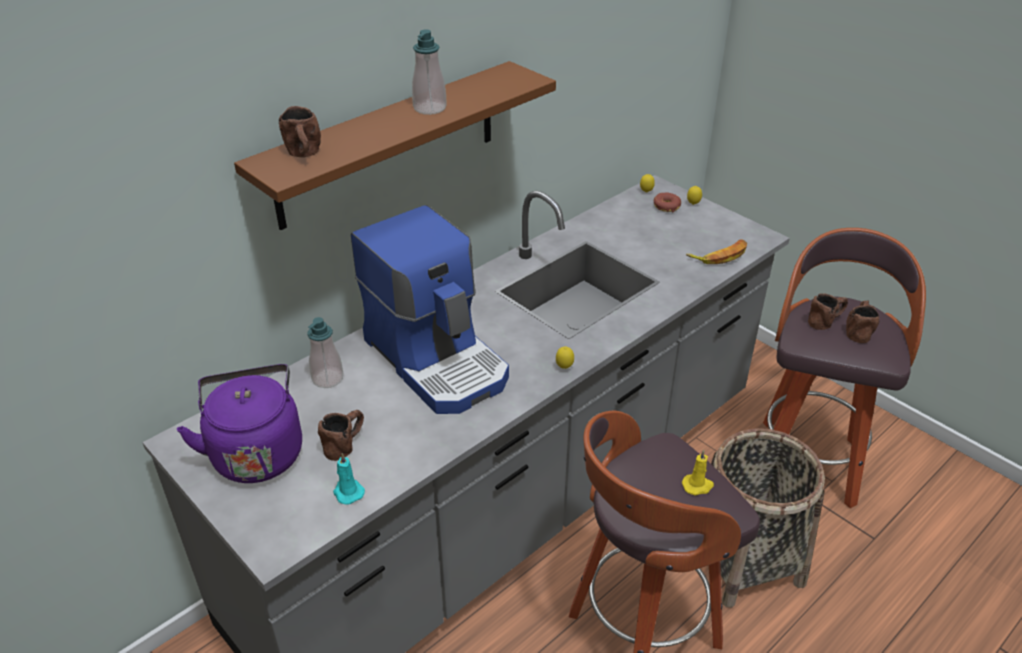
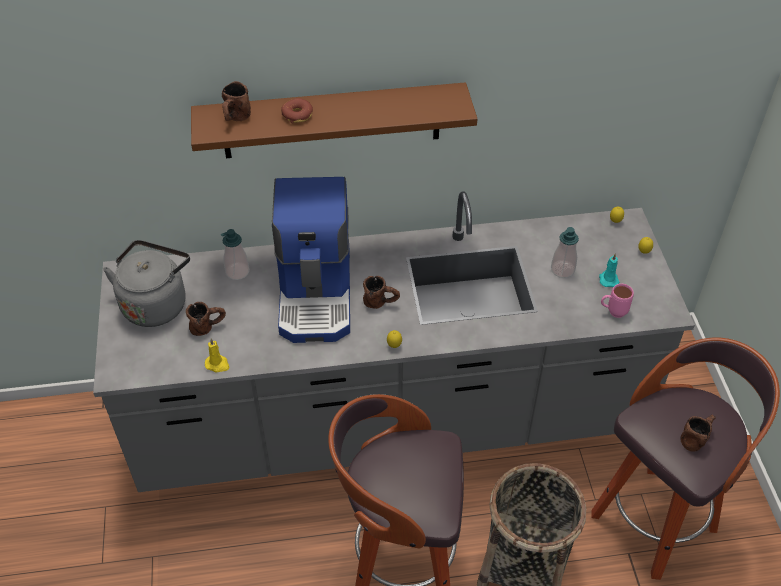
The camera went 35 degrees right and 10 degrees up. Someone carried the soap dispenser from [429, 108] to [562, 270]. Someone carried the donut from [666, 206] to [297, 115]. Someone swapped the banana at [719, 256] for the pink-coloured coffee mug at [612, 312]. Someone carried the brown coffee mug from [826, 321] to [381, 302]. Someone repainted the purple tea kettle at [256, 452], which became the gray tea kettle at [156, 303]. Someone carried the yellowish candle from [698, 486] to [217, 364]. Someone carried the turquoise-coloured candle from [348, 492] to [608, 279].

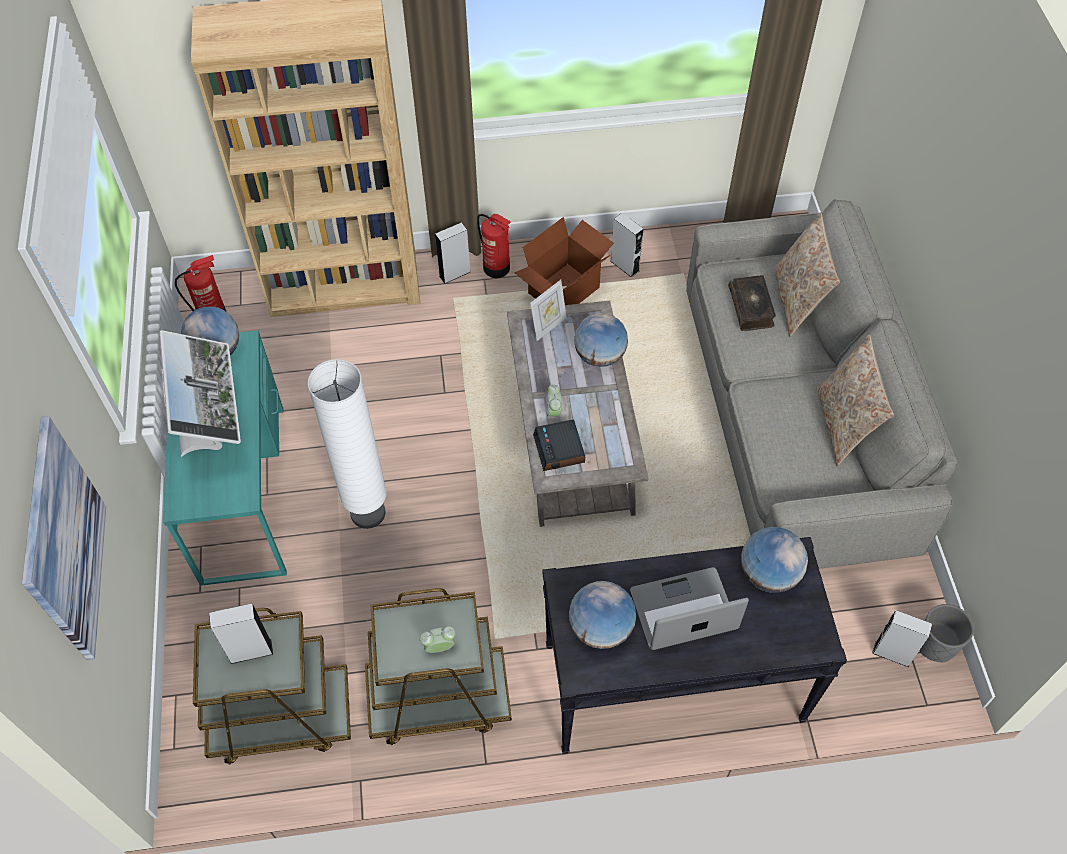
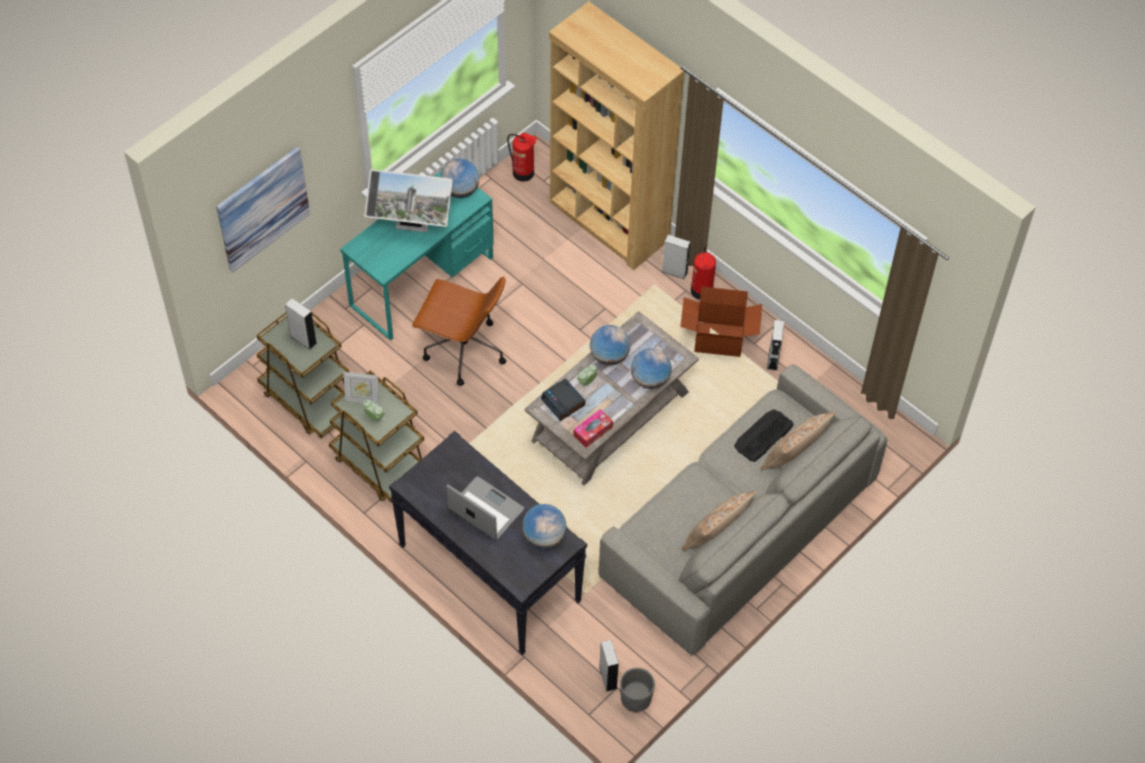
The camera went 50 degrees right and 0 degrees up. Someone swapped the bound book at [751, 308] for the PC keyboard at [763, 436]. Someone carried the standing frame from [548, 326] to [362, 399]. Someone rotated the computer display at [215, 430] by 60 degrees clockwise. Someone swapped the white-coloured standing lamp at [368, 513] for the brown computer chair at [463, 350]. Someone rotated the alarm clock at [559, 449] by 75 degrees counterclockwise. Someone carried the globe from [600, 628] to [609, 356]. Someone put down the box of tissues at [593, 431].

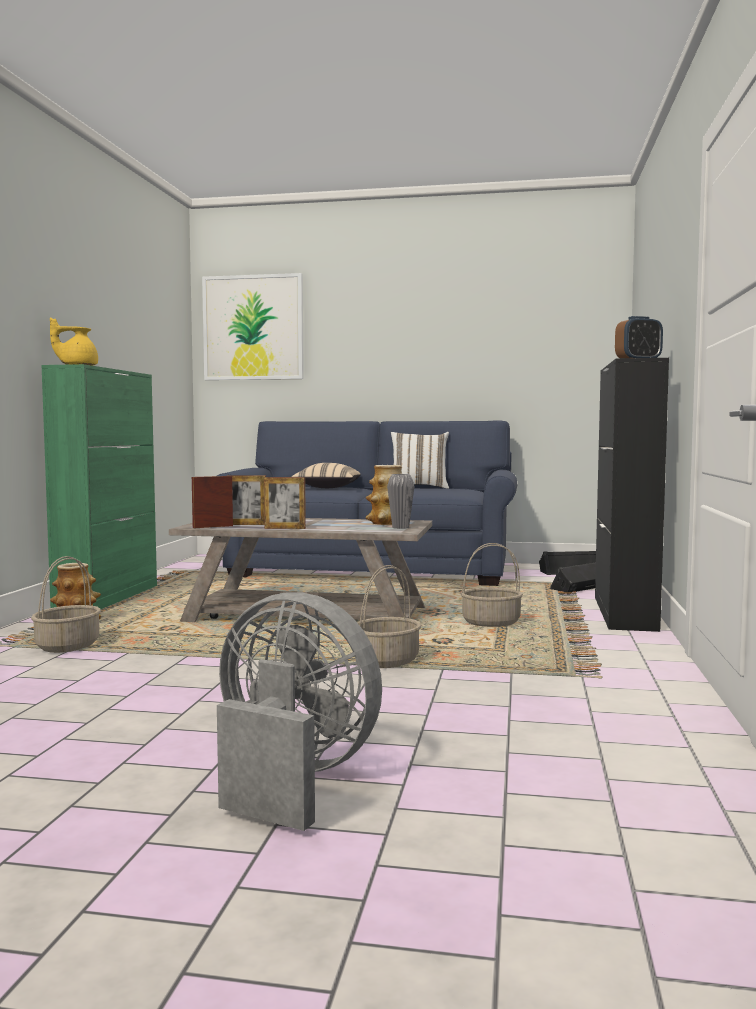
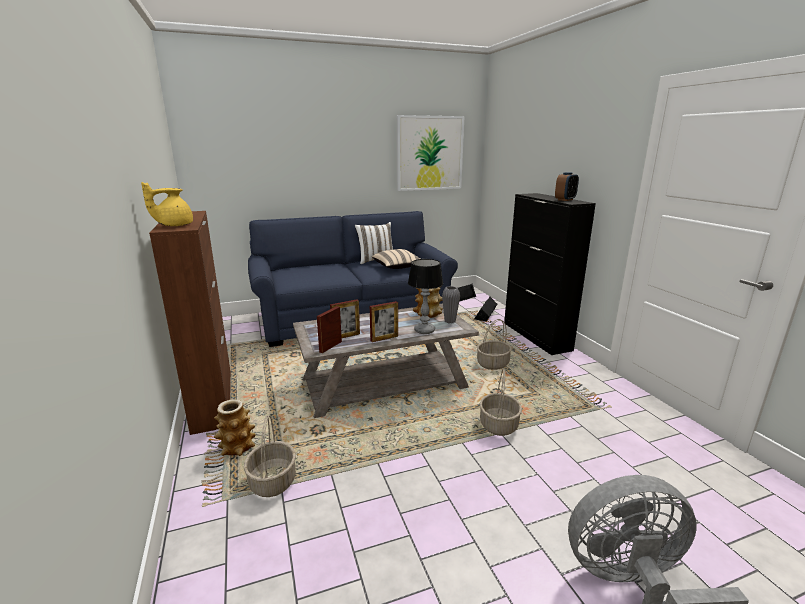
The camera went 30 degrees left and 15 degrees up. Someone carried the wall picture from [253, 328] to [429, 153]. Someone repainted the greenish cabinet at [108, 598], which became the brown cabinet at [213, 399]. Someone carried the sand-coloured pillow from [327, 488] to [397, 267]. Someone put down the tabletop lamp at [425, 330].

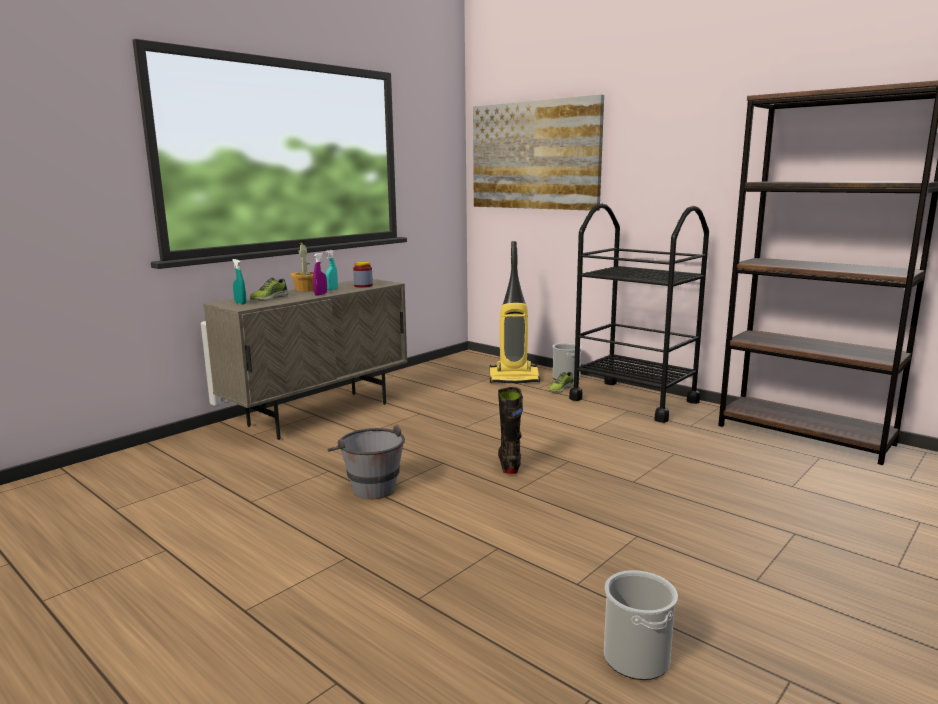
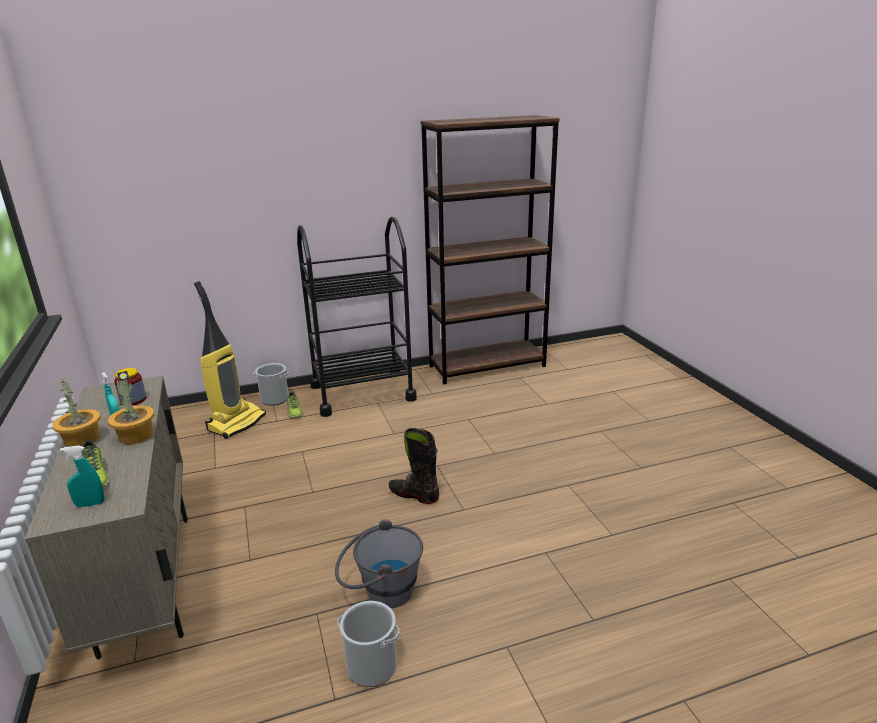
The camera went 60 degrees left and 10 degrees up. Someone took away the wall picture at [534, 155]. Someone swapped the purple sprayer at [320, 294] for the plant in a pot at [136, 435]. Someone carried the water bucket from [636, 658] to [372, 666].

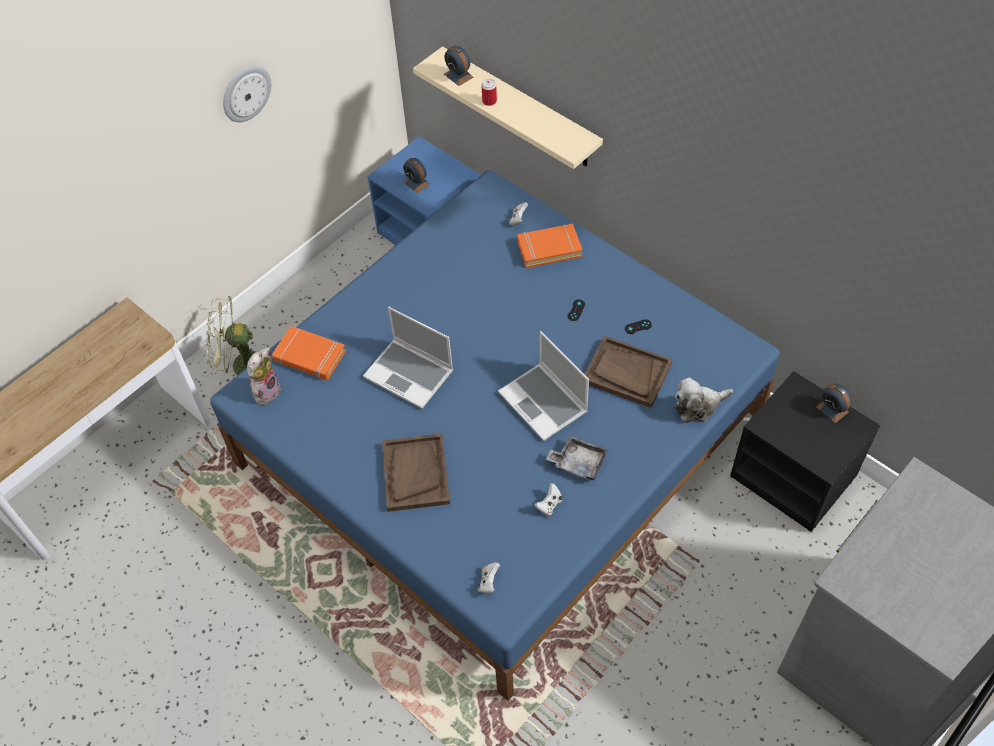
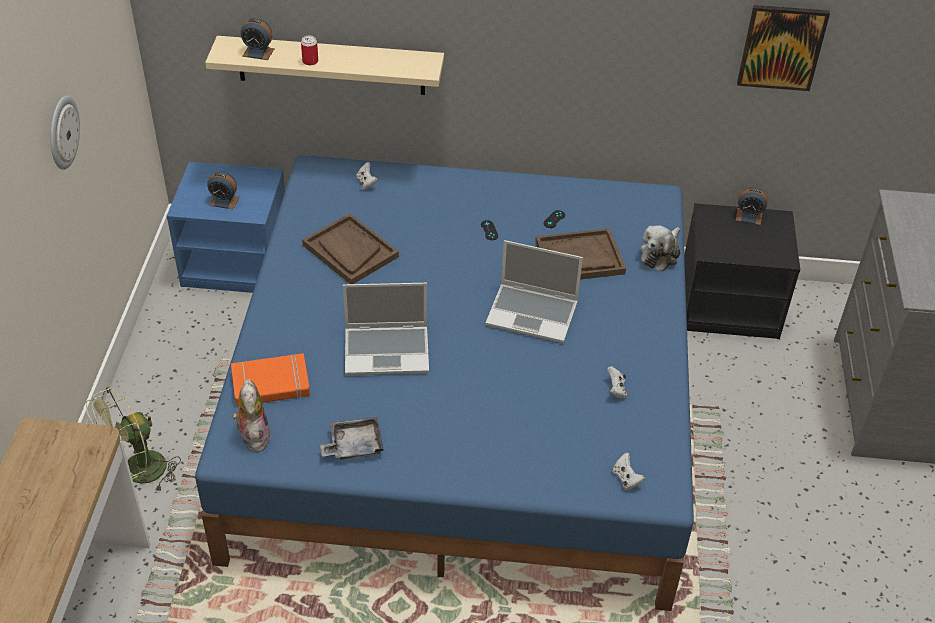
The camera went 40 degrees left and 10 degrees down. Someone took away the orange-coloured bound book at [549, 248]. Someone carried the brown tray from [415, 473] to [350, 251]. Someone carried the gray tray from [578, 462] to [354, 445]. Someone put up the wall picture at [781, 47].

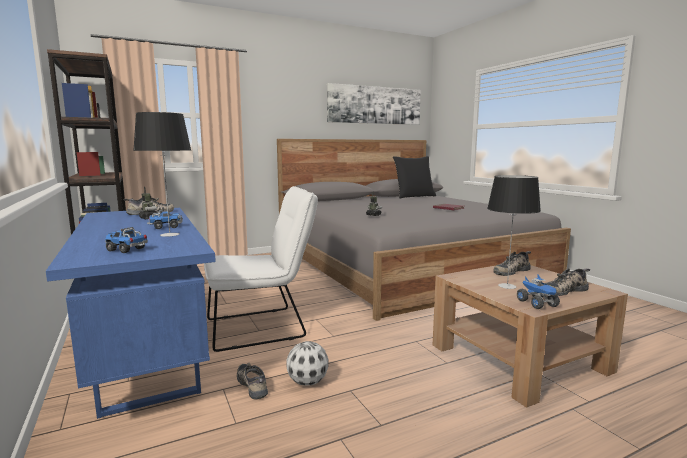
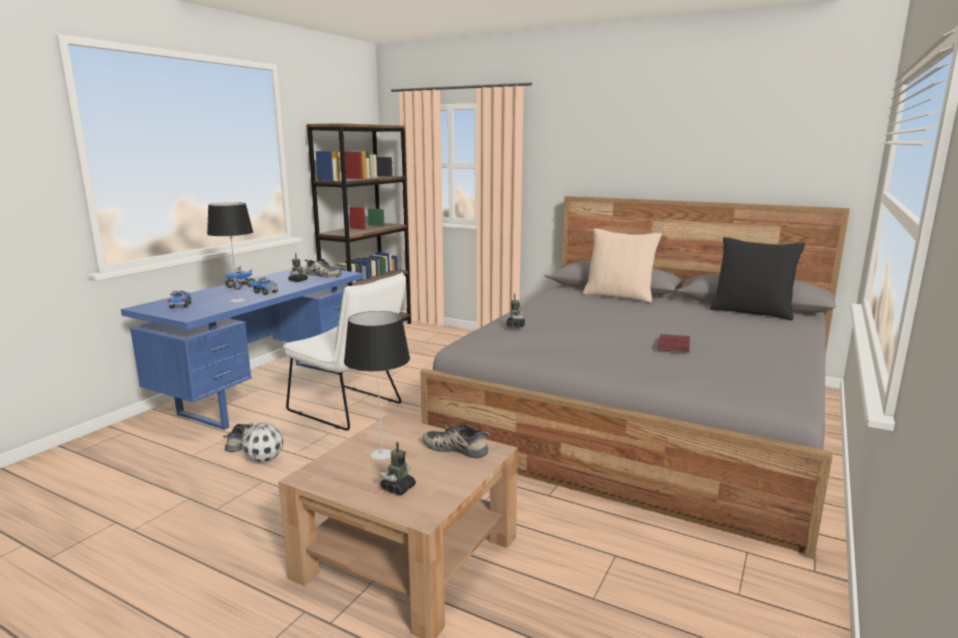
The camera went 55 degrees right and 5 degrees up. Someone took away the wall picture at [375, 105]. Someone swapped the low shoe at [563, 290] for the toy robot at [398, 488]. Someone carried the toy truck from [537, 304] to [240, 287]. Someone put down the sand-coloured pillow at [619, 296].

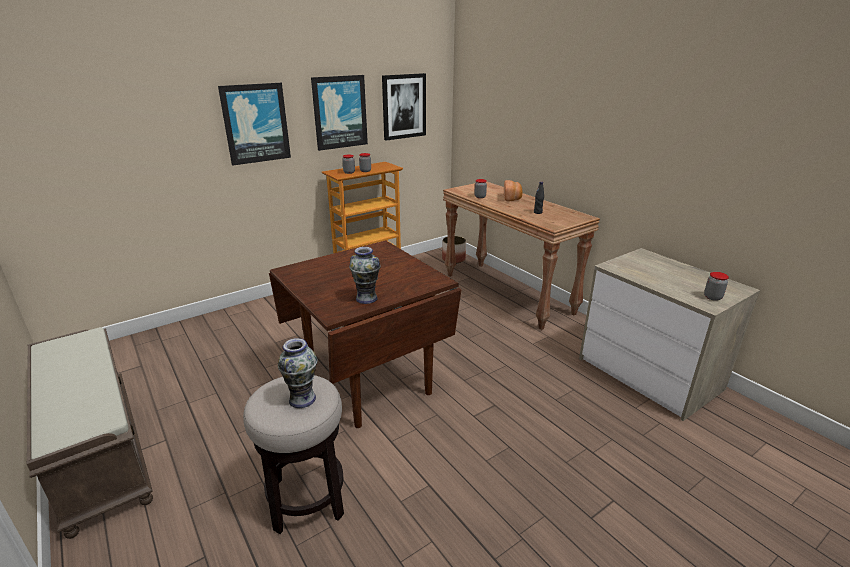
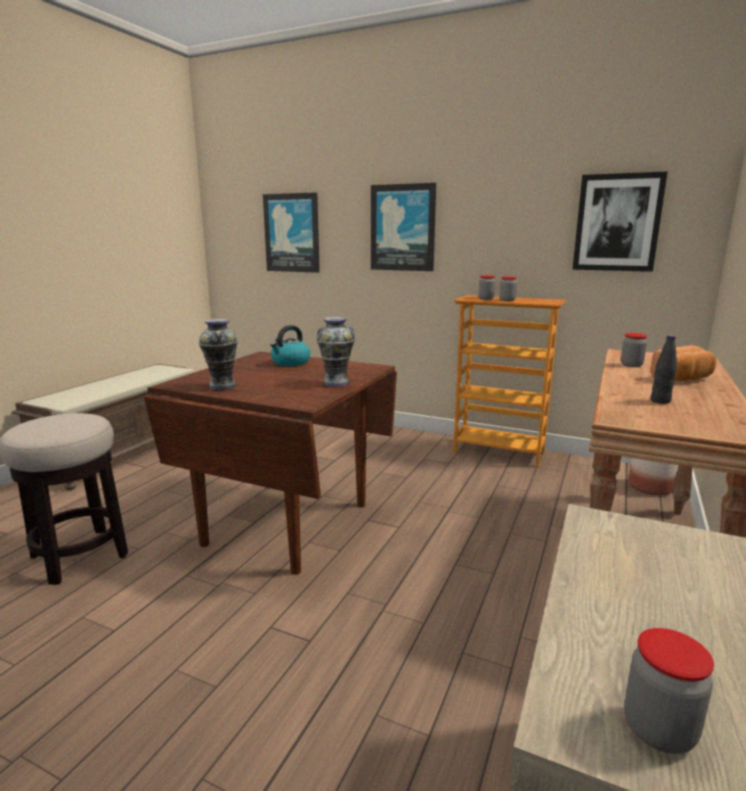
The camera went 60 degrees right and 10 degrees down. Someone carried the wall picture from [340, 112] to [292, 233]. Someone carried the decorative vase from [302, 399] to [336, 383]. Someone put down the tea kettle at [290, 362].

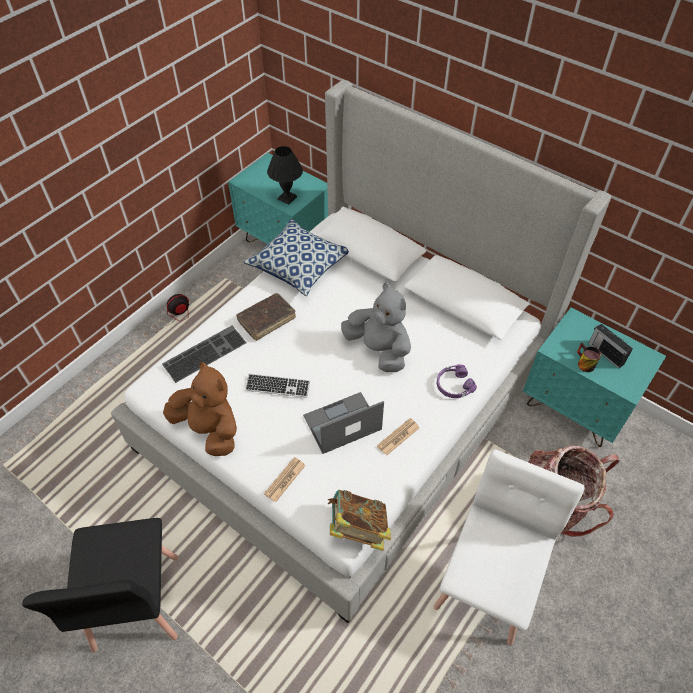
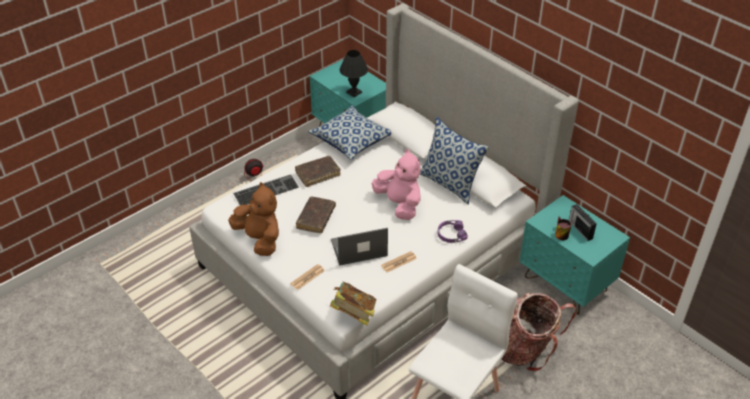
The camera went 10 degrees right and 10 degrees down. Someone repainted the gray plush toy at [379, 349], which became the pink-coloured plush toy at [399, 204]. Someone swapped the PC keyboard at [278, 386] for the brown bound book at [316, 218]. Someone took away the blackish upright chair at [135, 603]. Someone put down the pillow at [450, 184].

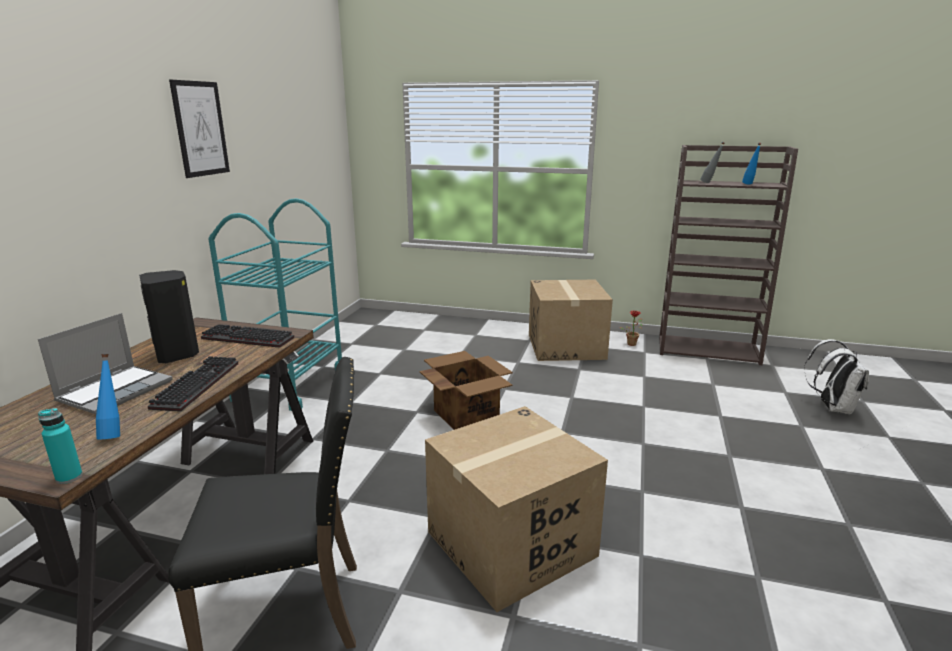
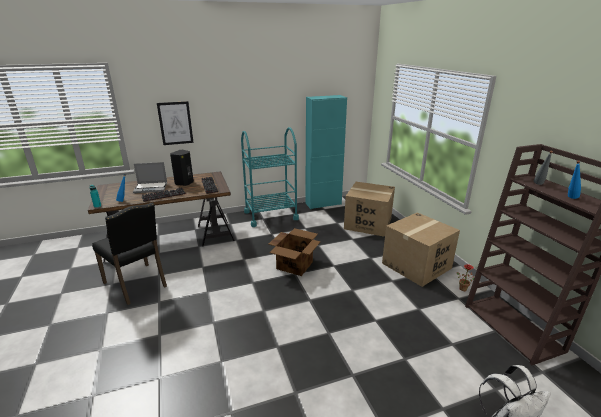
The camera went 55 degrees right and 5 degrees up. Someone carried the wall picture from [200, 129] to [175, 123]. Someone carried the cardboard box from [511, 544] to [367, 223]. Someone put down the turquoise-coloured cabinet at [323, 204].

